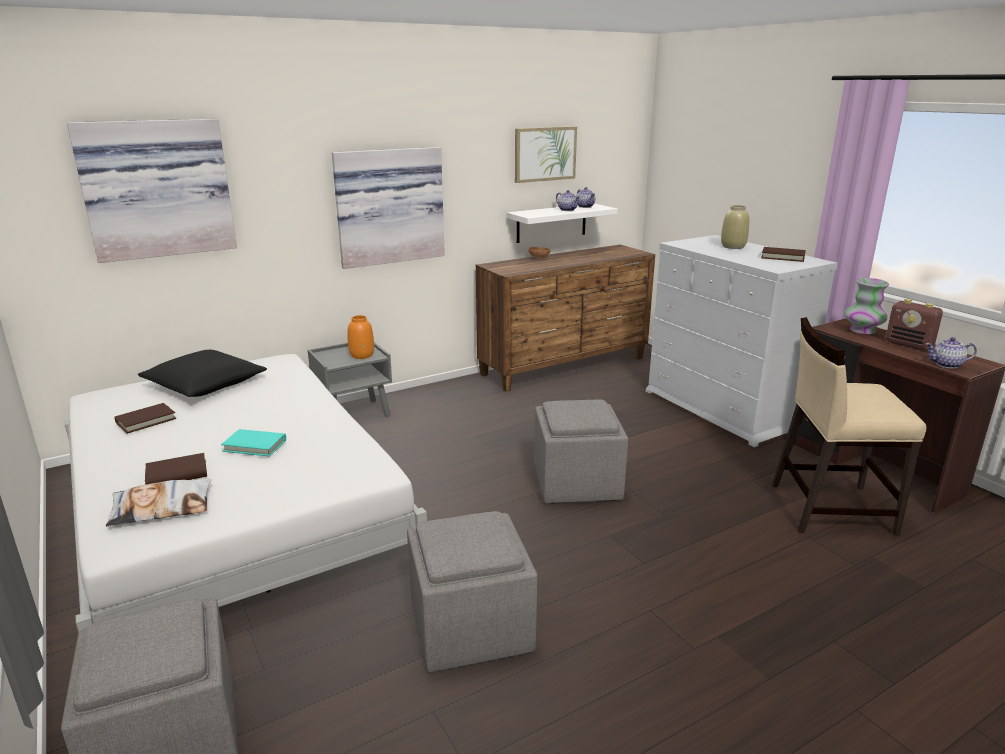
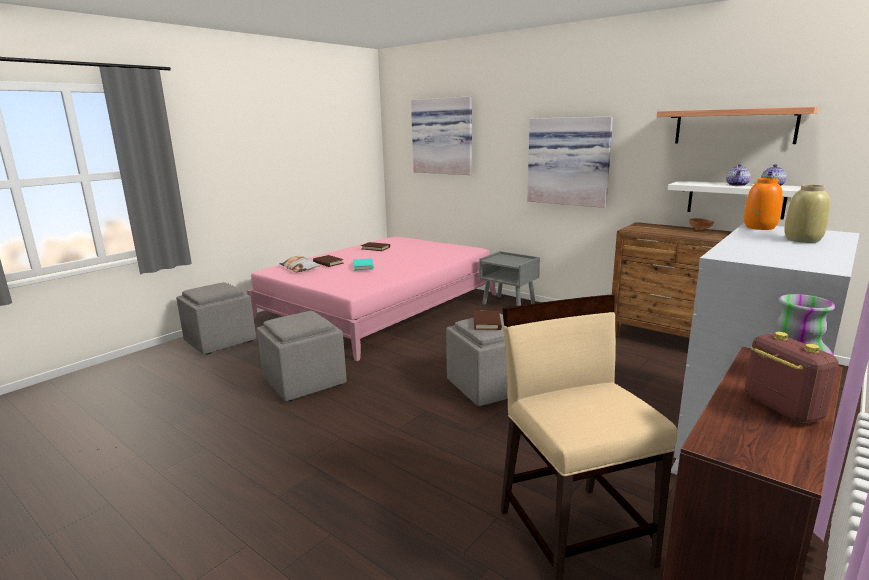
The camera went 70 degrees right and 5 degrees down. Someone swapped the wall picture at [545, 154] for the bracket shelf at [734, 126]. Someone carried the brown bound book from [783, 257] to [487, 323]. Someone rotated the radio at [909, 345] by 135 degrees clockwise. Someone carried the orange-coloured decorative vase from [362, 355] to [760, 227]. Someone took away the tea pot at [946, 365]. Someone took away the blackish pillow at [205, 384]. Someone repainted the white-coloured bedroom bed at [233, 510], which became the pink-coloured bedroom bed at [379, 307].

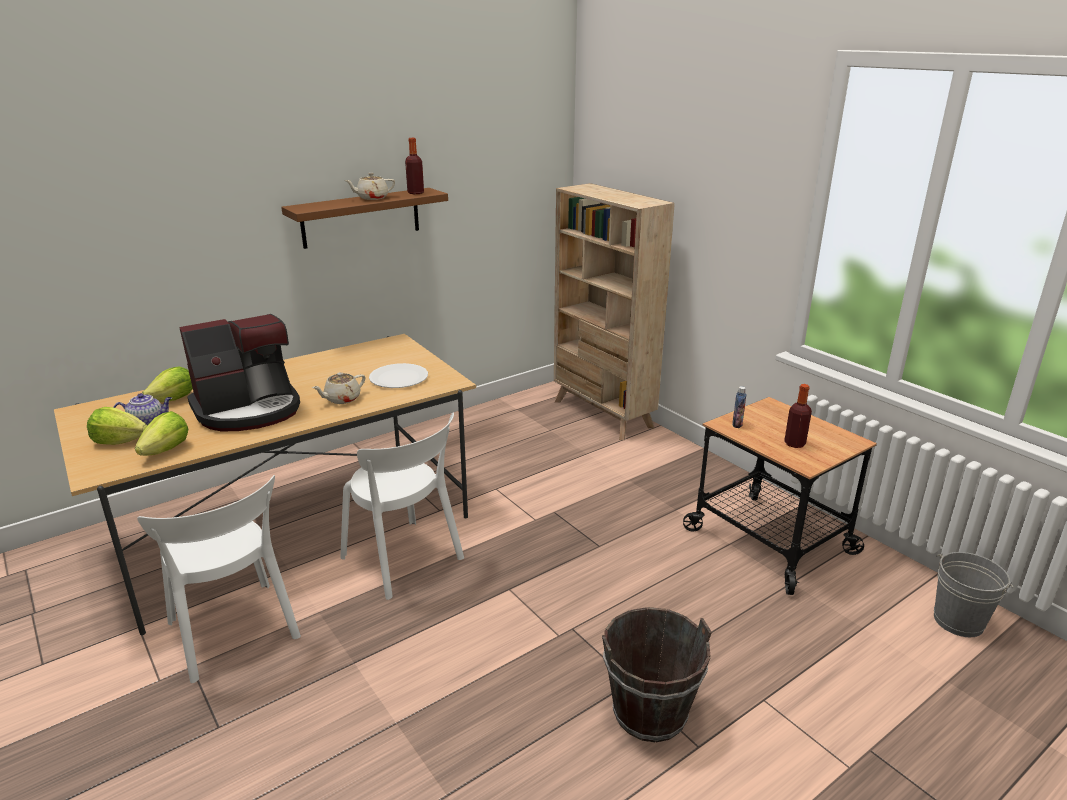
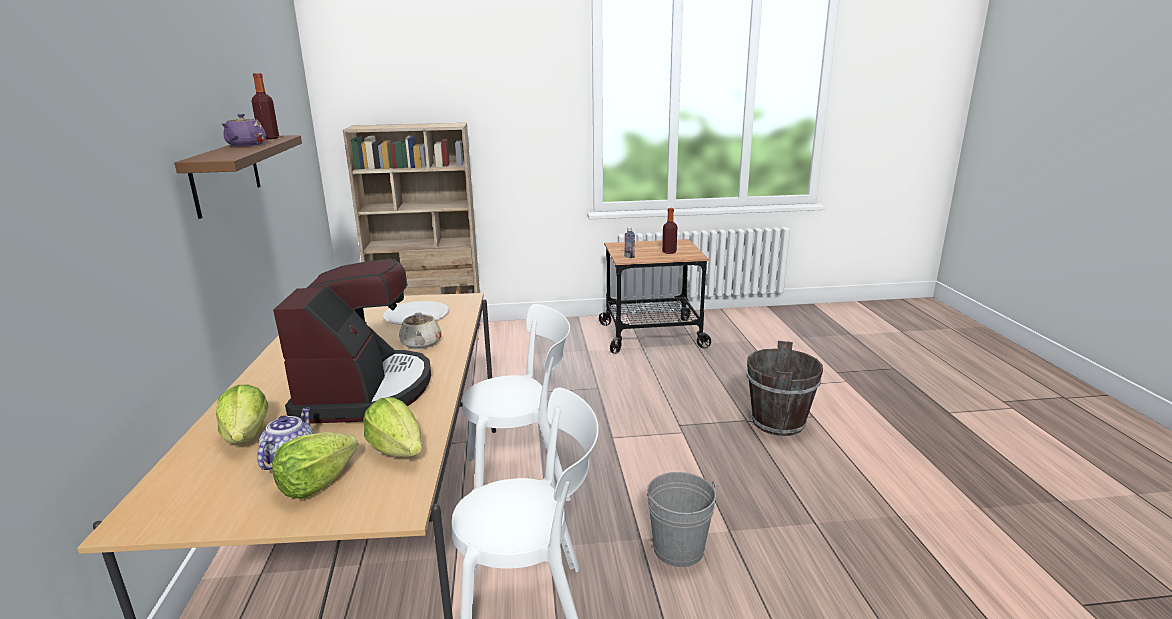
The camera went 60 degrees left and 5 degrees down. Someone repainted the sand-coloured tea pot at [372, 198], which became the purple tea pot at [246, 145]. Someone carried the gray water bucket from [958, 621] to [678, 549].

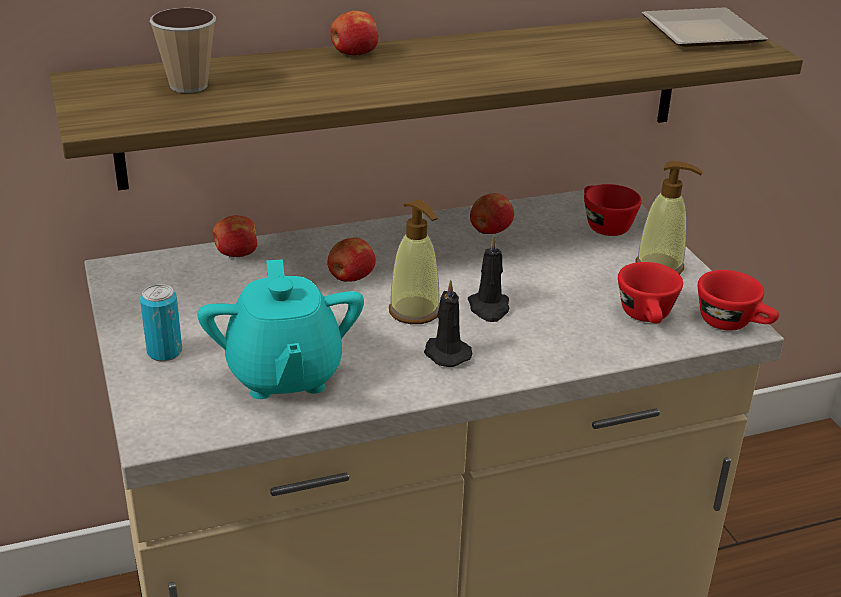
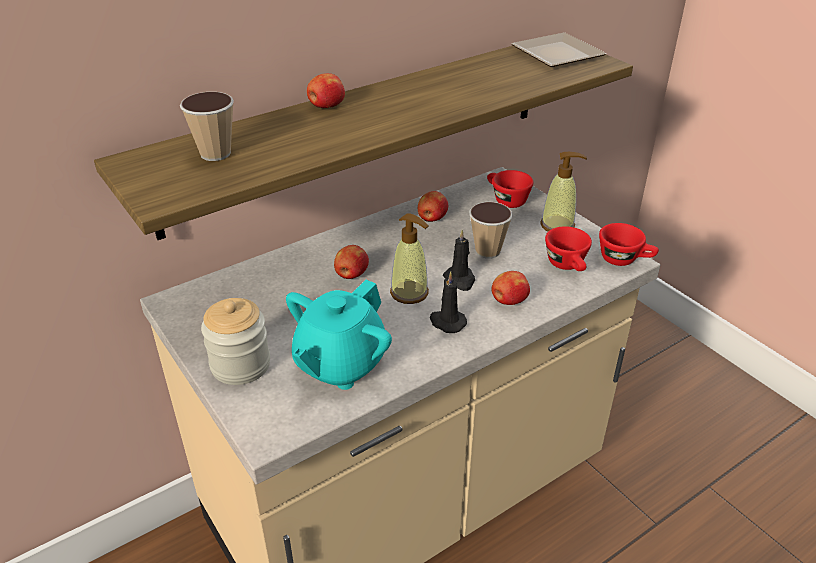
The camera went 15 degrees left and 5 degrees up. Someone carried the apple fruit from [236, 254] to [508, 301]. Someone rotated the turquoise-coloured tea pot at [284, 375] by 60 degrees clockwise. Someone swapped the sealed can at [164, 352] for the jar at [240, 365]. Someone put down the small cup at [487, 251].

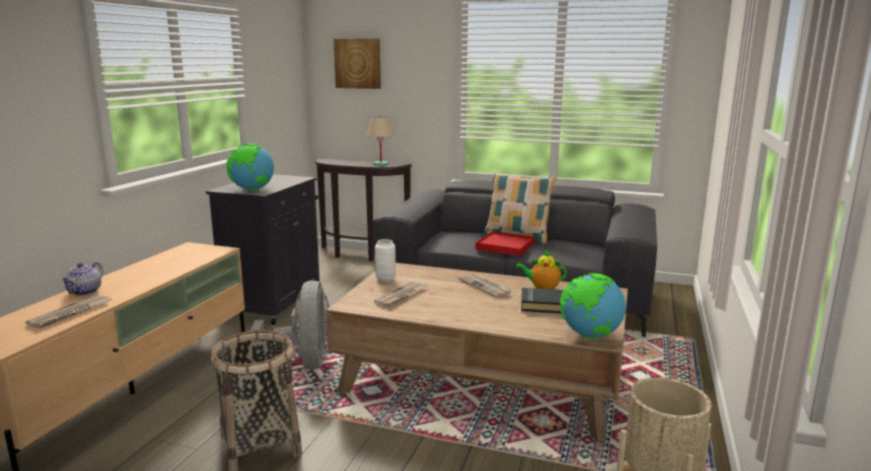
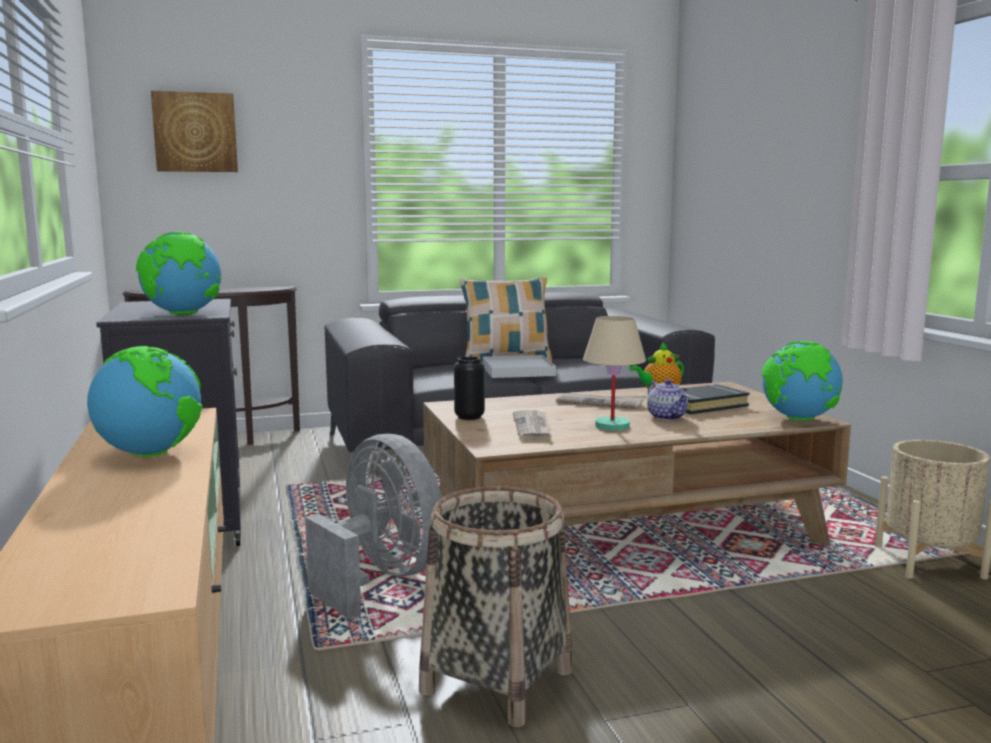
The camera went 35 degrees left and 5 degrees down. Someone carried the sand-coloured tabletop lamp from [381, 164] to [613, 426]. Someone repainted the reddish tray at [505, 246], which became the white-coloured tray at [518, 371]. Someone repainted the white-coloured decorative vase at [385, 279], which became the blackish decorative vase at [469, 417]. Someone carried the tea pot from [85, 291] to [667, 417]. Someone took away the daily paper at [70, 313]. Someone put down the globe at [150, 454].

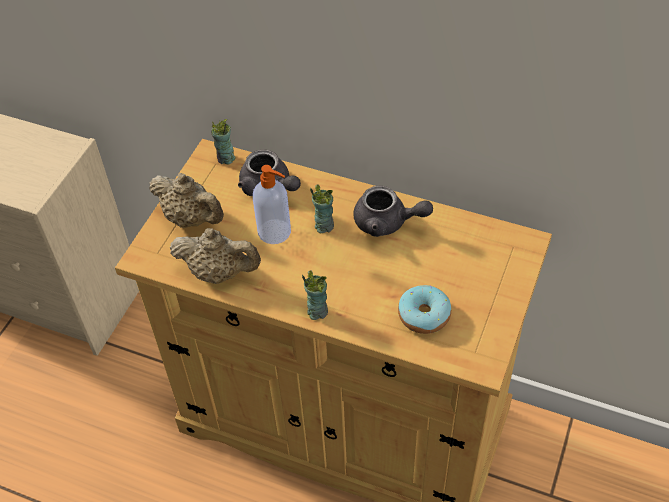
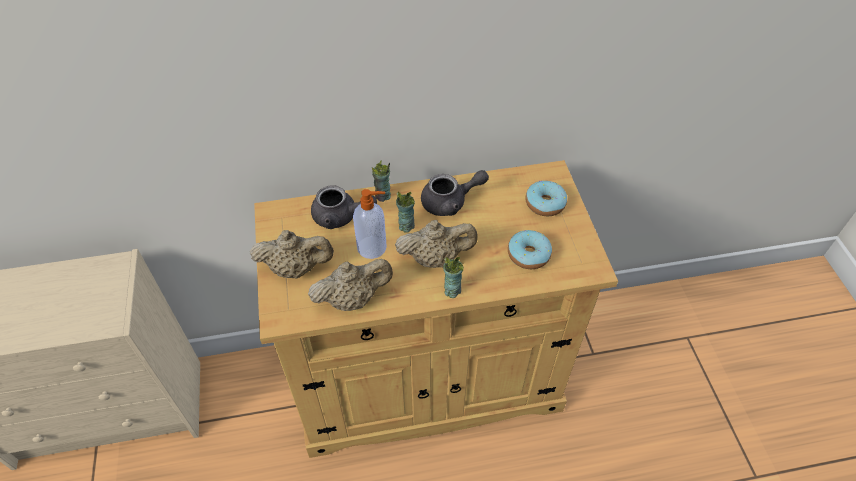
The camera went 35 degrees left and 0 degrees up. Someone carried the small cup from [225, 158] to [383, 196]. Someone put down the donut at [545, 204]. Someone put down the sand-coloured tea pot at [436, 258].

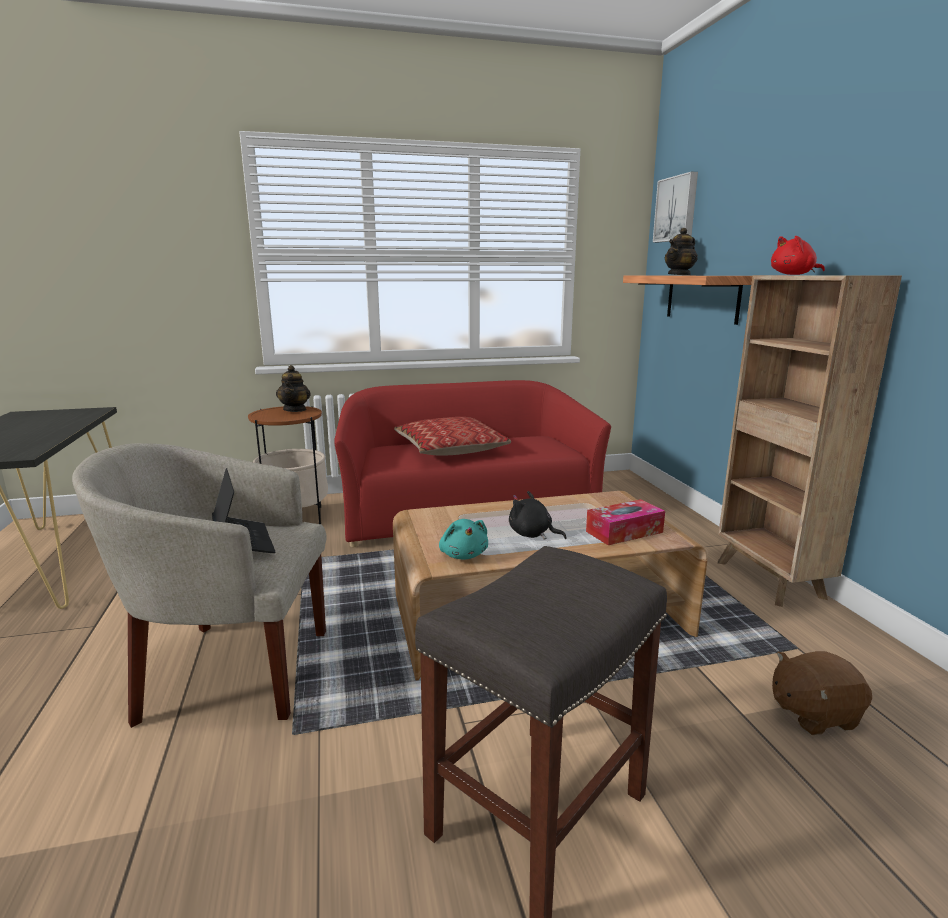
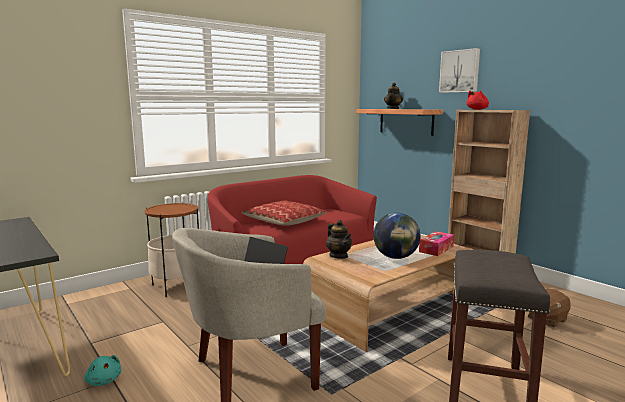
The camera went 25 degrees left and 5 degrees down. Someone carried the wall picture from [677, 209] to [460, 71]. Someone carried the tea pot from [295, 410] to [339, 256]. Someone swapped the blackish plush toy at [532, 534] for the globe at [396, 257]. Someone carried the turquoise-coloured plush toy from [463, 554] to [104, 380].

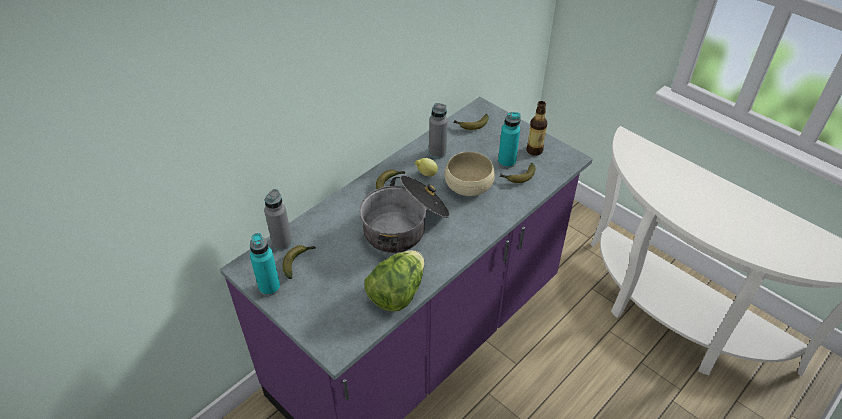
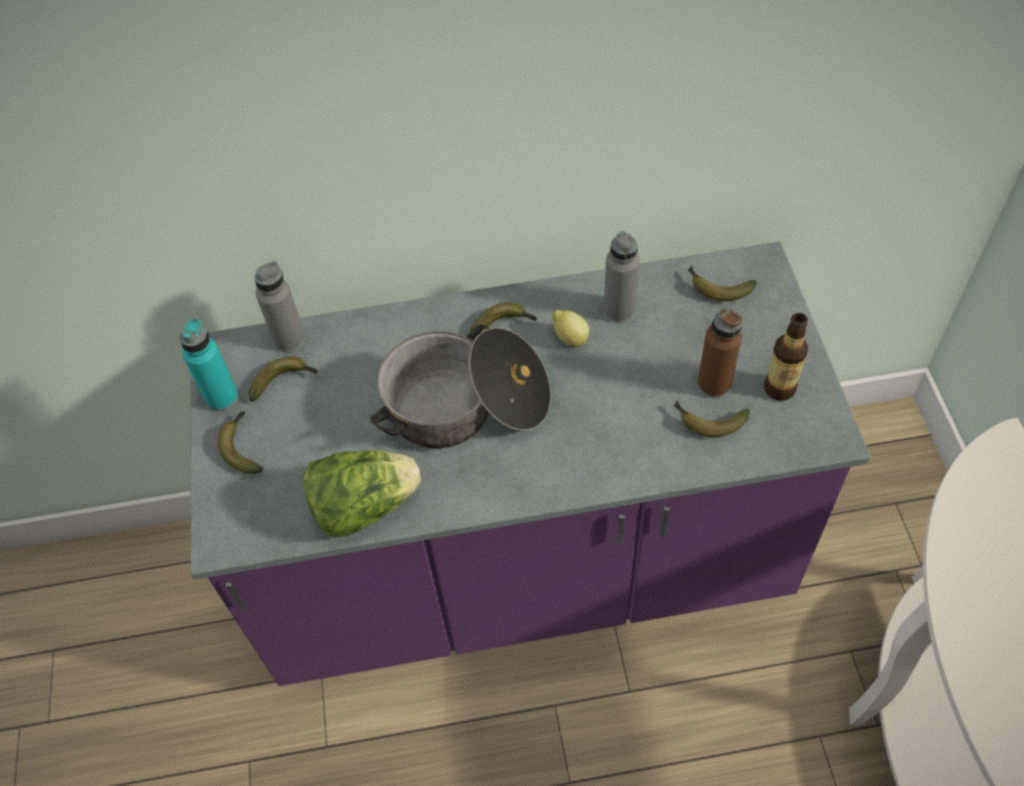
The camera went 40 degrees right and 10 degrees up. Someone repainted the turquoise-coloured bottle at [506, 162], which became the brown bottle at [714, 384]. Someone took away the sand-coloured serving bowl at [468, 184]. Someone put down the banana at [242, 447].

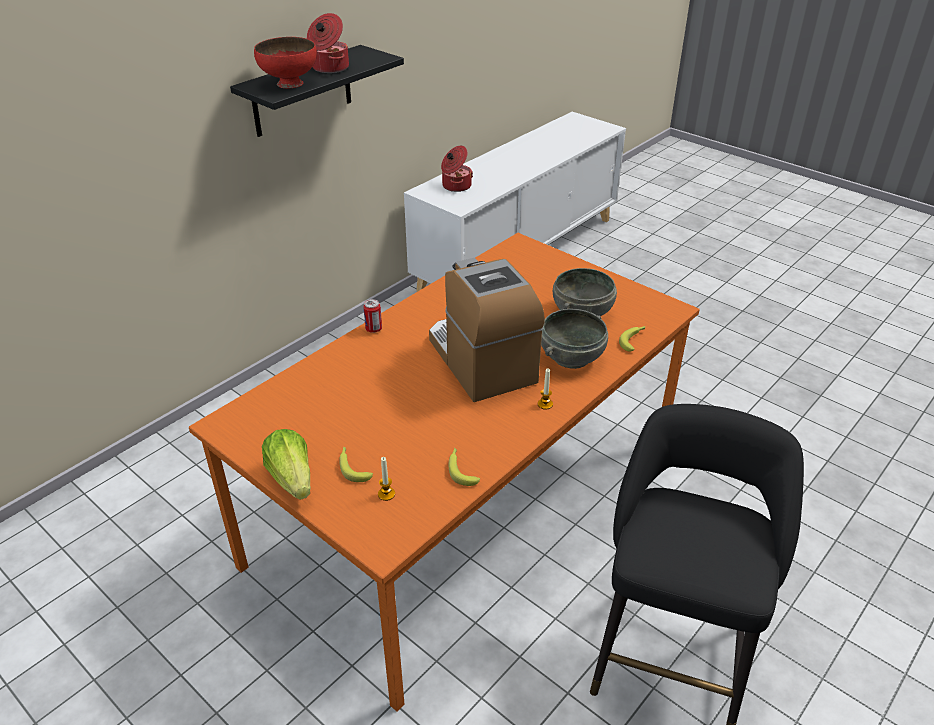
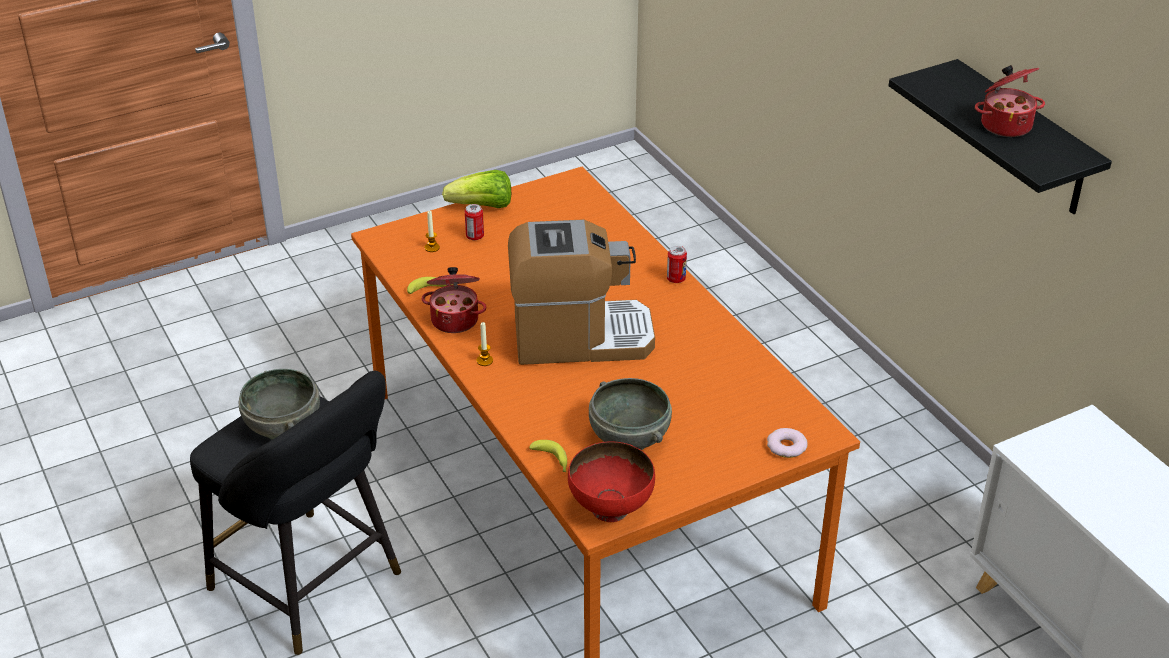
The camera went 110 degrees right and 0 degrees up. Someone carried the reddish serving bowl from [289, 83] to [611, 509]. Someone carried the stockpot from [455, 186] to [455, 319]. Someone carried the gray serving bowl from [570, 357] to [284, 426]. Someone swapped the banana at [353, 467] for the sealed can at [475, 236]. Someone put down the donut at [786, 446].

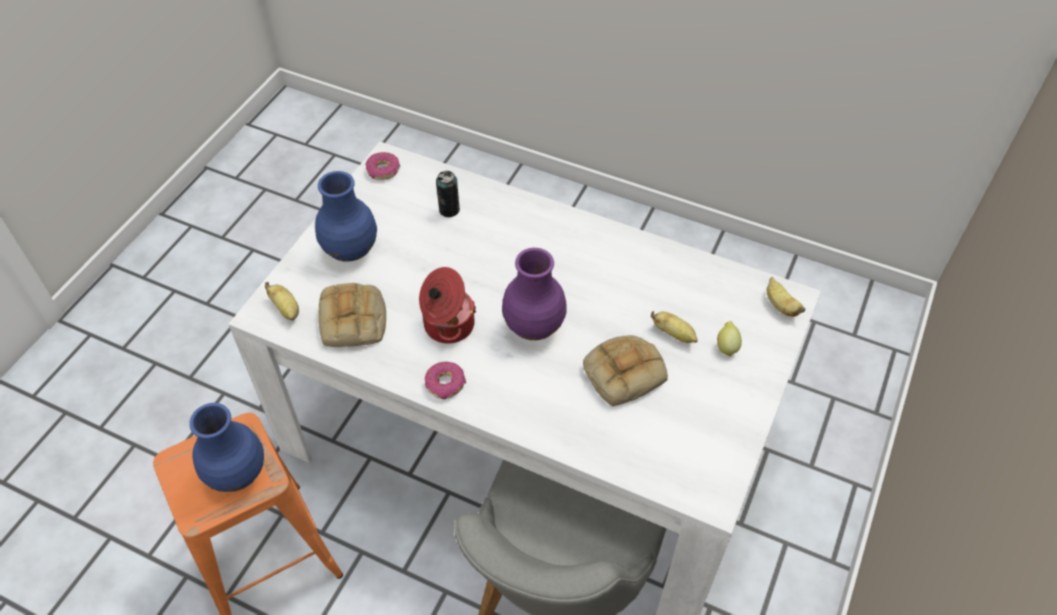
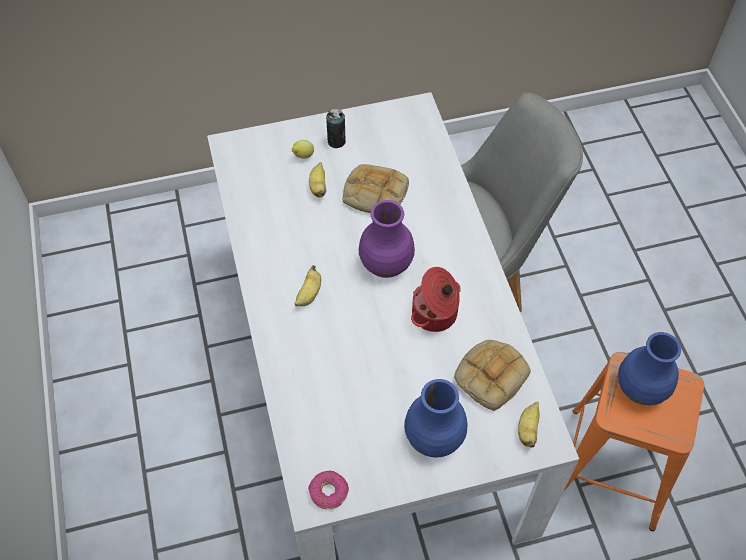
The camera went 130 degrees left and 5 degrees up. Someone carried the sealed can from [449, 210] to [336, 141]. Someone carried the banana from [780, 305] to [309, 294]. Someone took away the donut at [445, 384].

